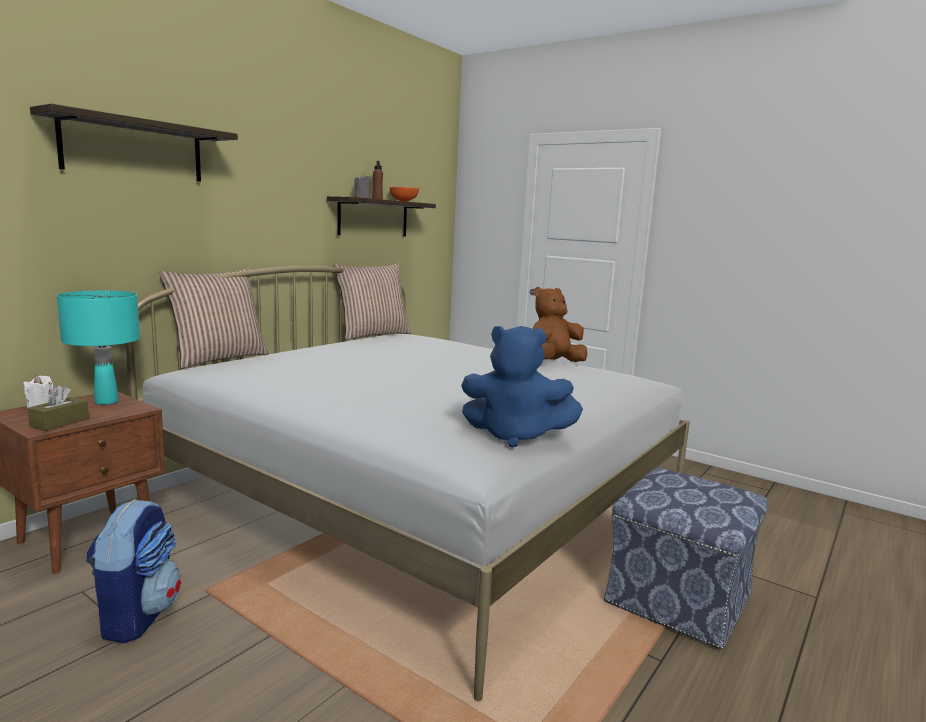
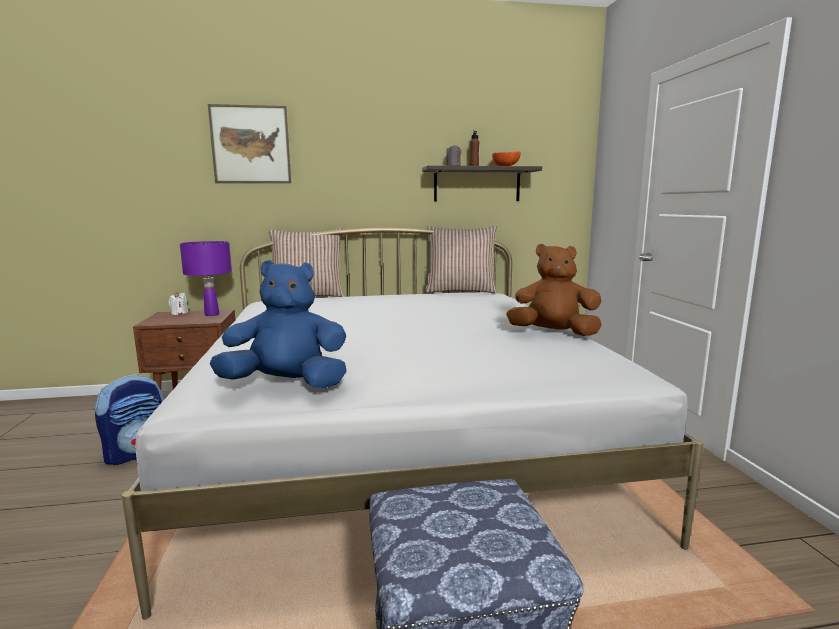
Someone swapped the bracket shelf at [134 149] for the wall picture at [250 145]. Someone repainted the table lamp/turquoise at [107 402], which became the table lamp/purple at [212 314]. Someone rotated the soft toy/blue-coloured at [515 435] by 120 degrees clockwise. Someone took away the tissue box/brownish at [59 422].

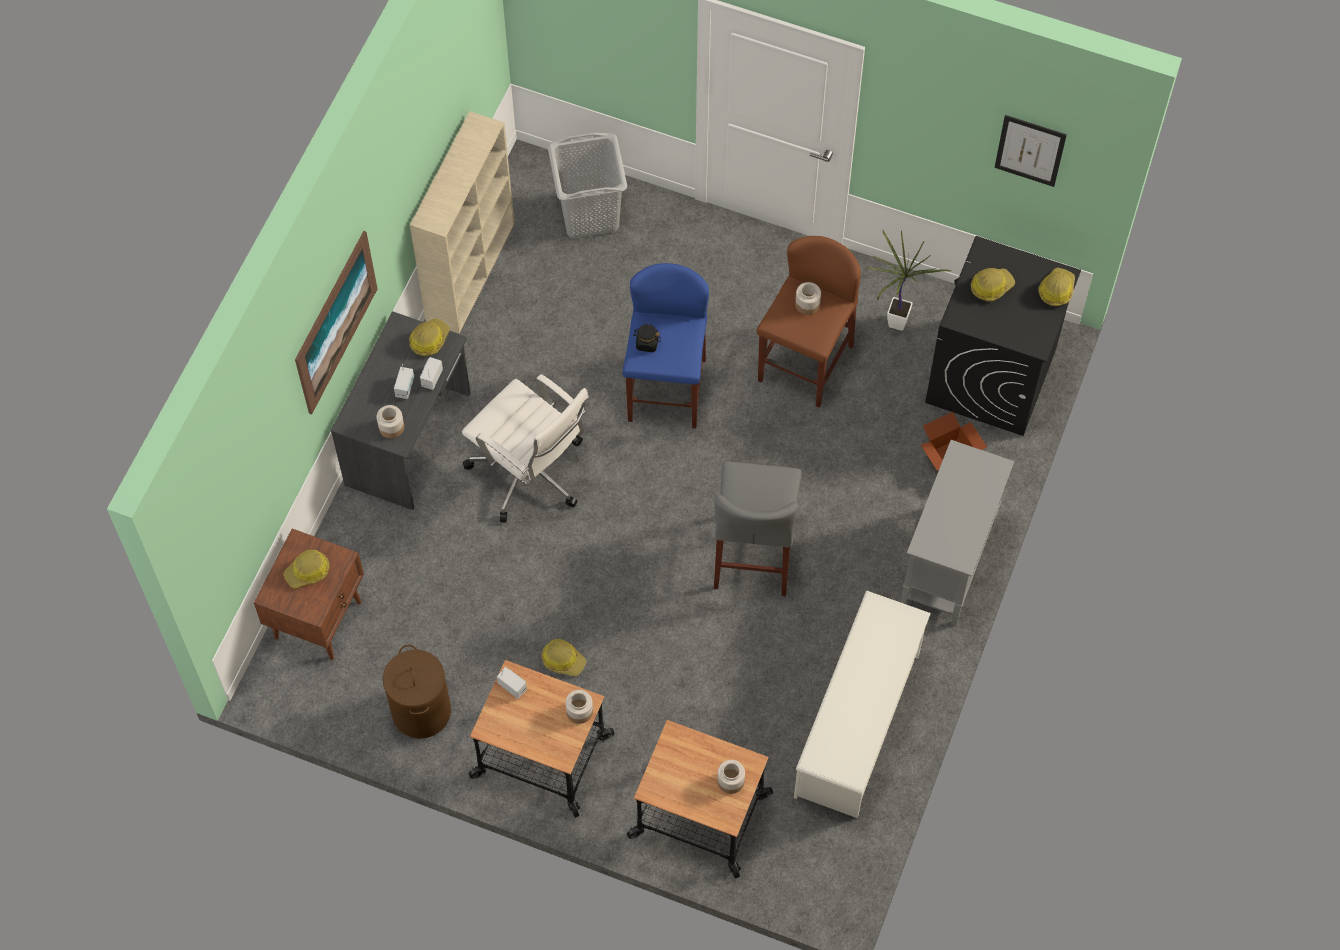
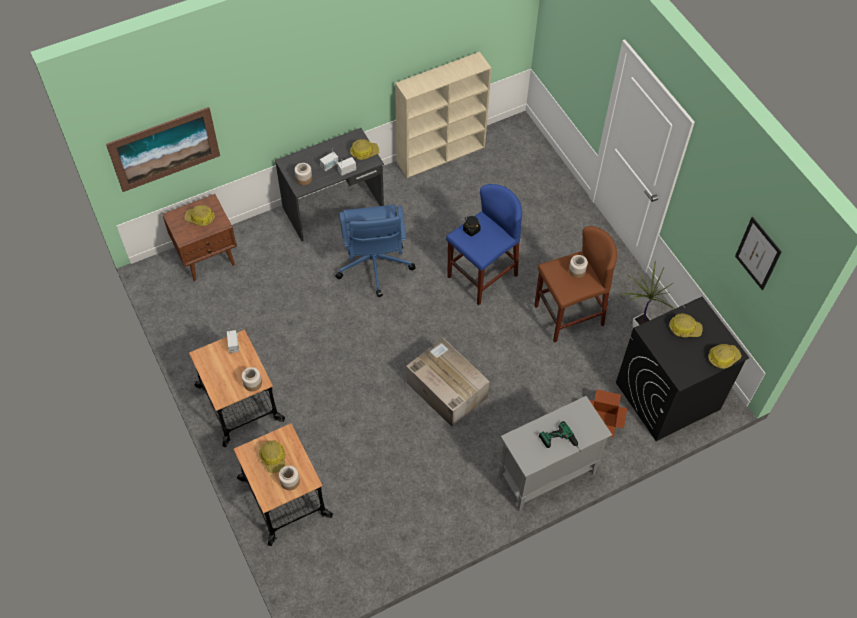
Someone took away the hamper/greyish at [590 213]. Someone carried the wall picture from [336 322] to [164 149]. Someone repainted the computer chair/white at [530 473], which became the computer chair/blue-coloured at [374 266]. Someone swapped the sitting stool/greyish at [753 554] for the packing box at [446 389]. Someone took away the shoe stand/white at [857 725]. Someone carried the hard hat from [563 659] to [273 458]. Someone took away the hamper/brownish at [421 710]. Someone put down the power drill at [561 443].

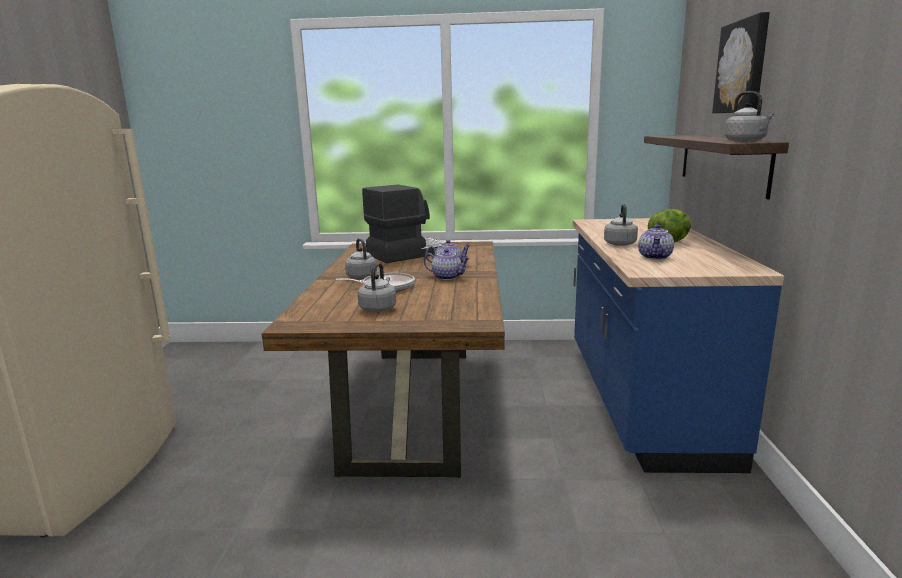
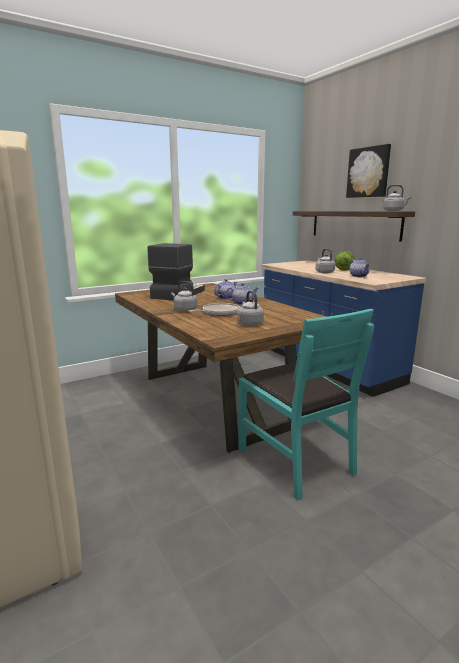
Someone put down the chair/turquoise at [295 460].

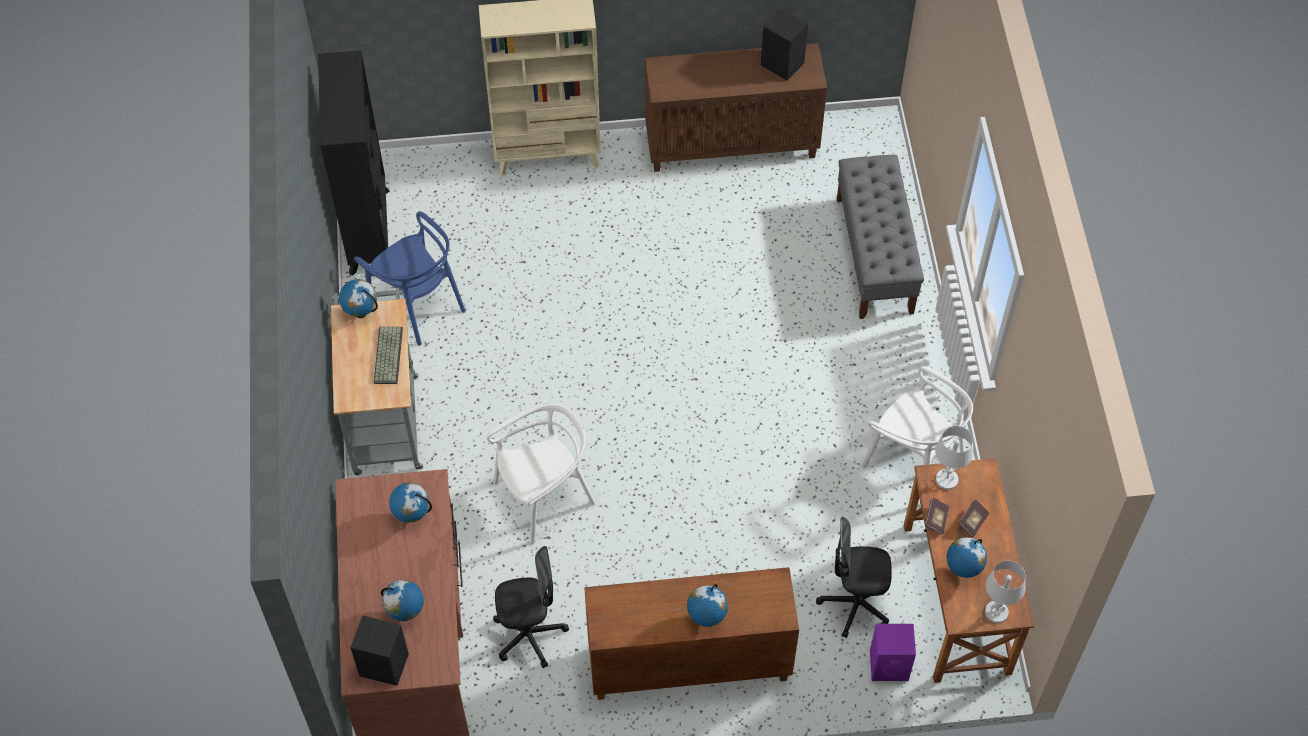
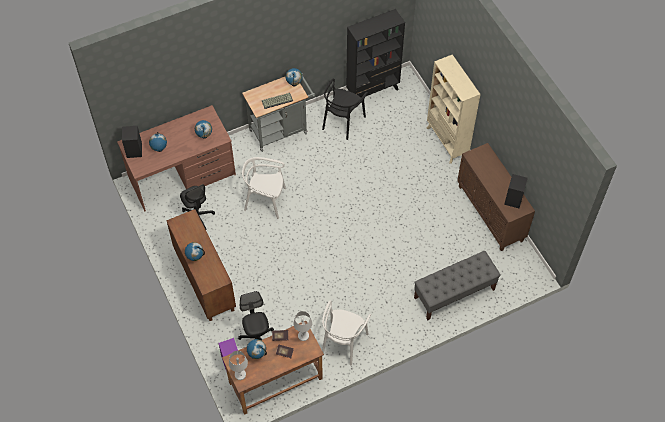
Someone repainted the chair/blue-coloured at [418 305], which became the chair/black-coloured at [342 121]. Someone rotated the chair/white at [544 497] by 150 degrees clockwise.

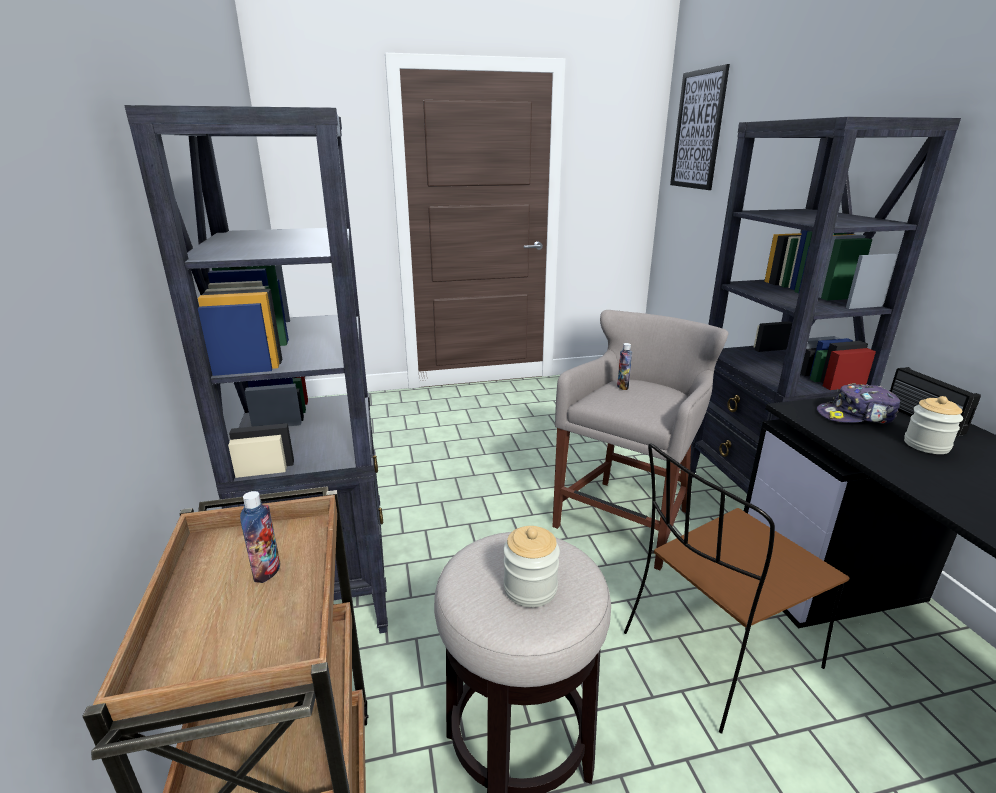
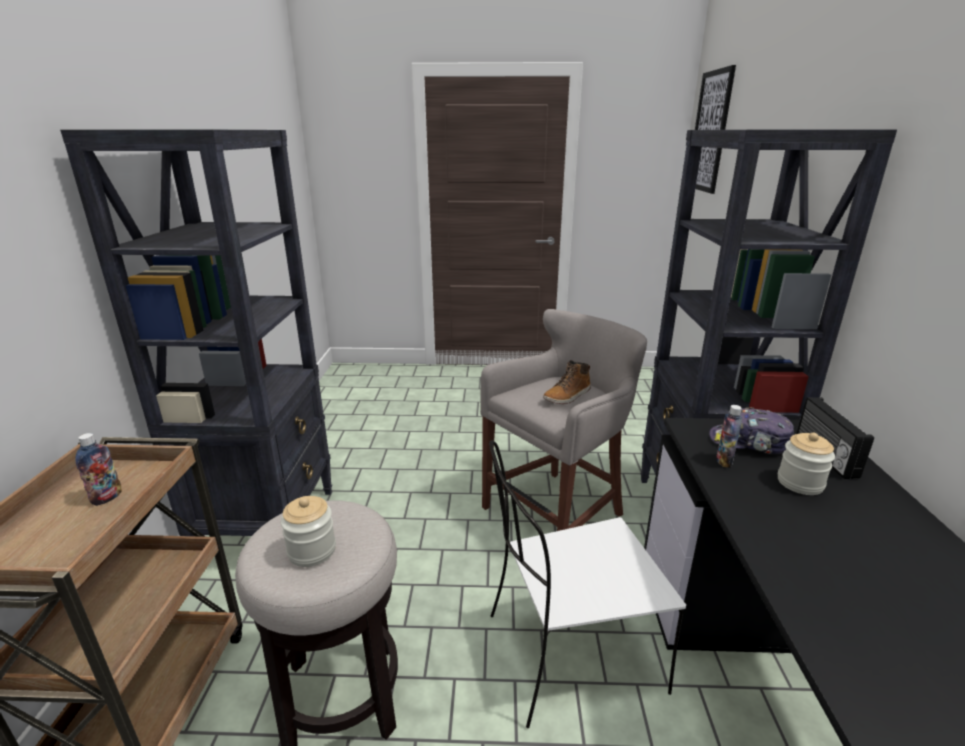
Someone carried the drink bottle from [622 386] to [724 461]. Someone repainted the chair/brownish at [716 652], which became the chair/white at [569 653]. Someone put down the high-top boot at [567 396].

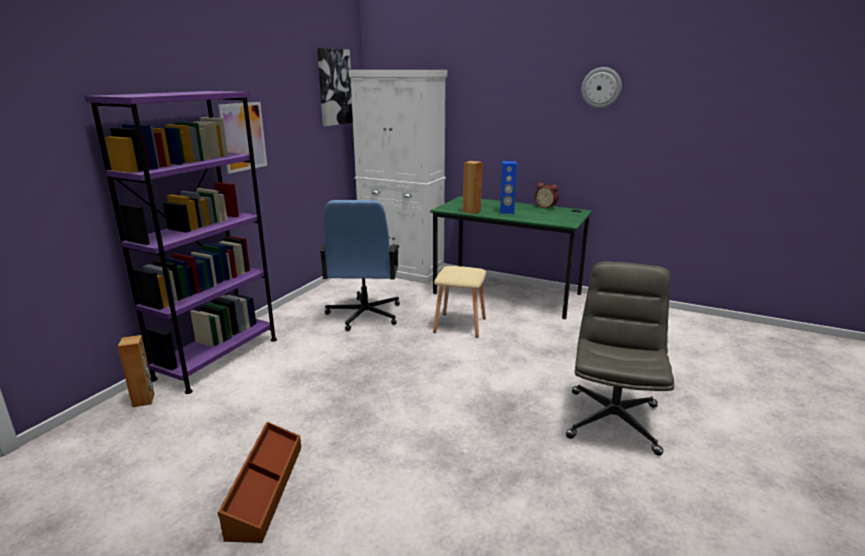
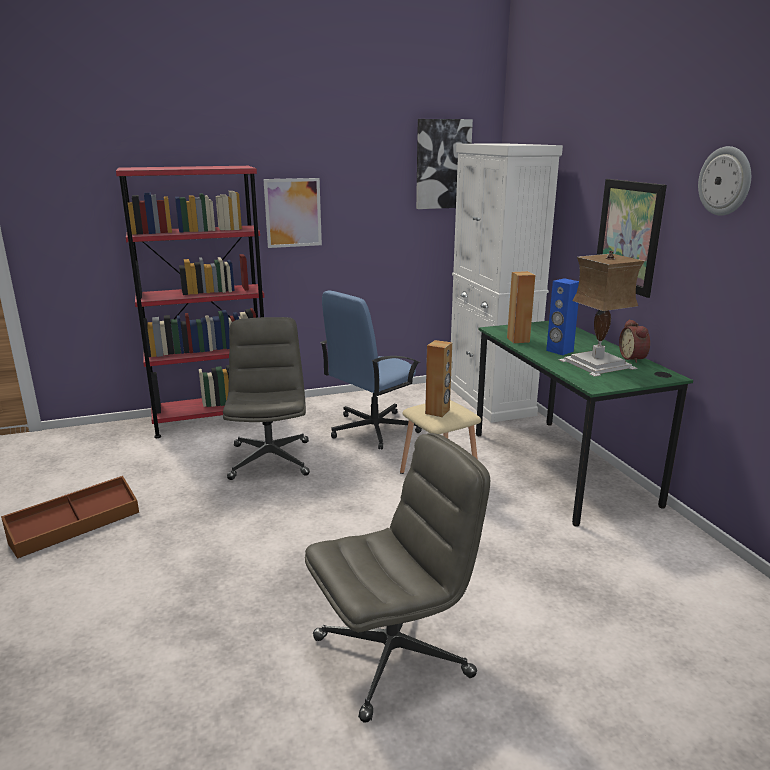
Someone repainted the bookcase/purple at [218 358], which became the bookcase/red-coloured at [213 420]. Someone carried the loudspeaker/brownish from [144 400] to [437 412]. Someone put up the wall picture at [628 236]. Someone put down the table lamp at [599 364]. Someone put down the computer chair/greyish at [270 459].

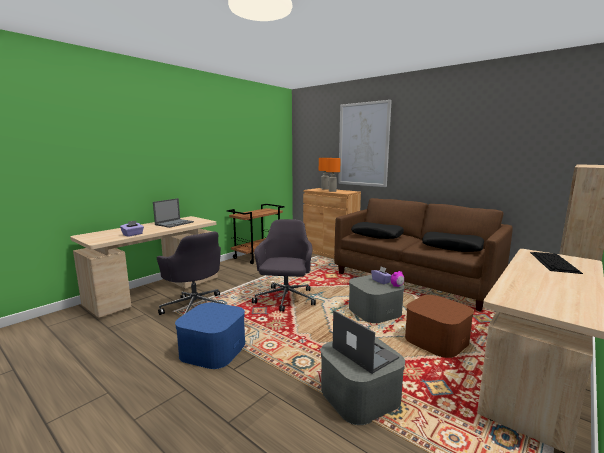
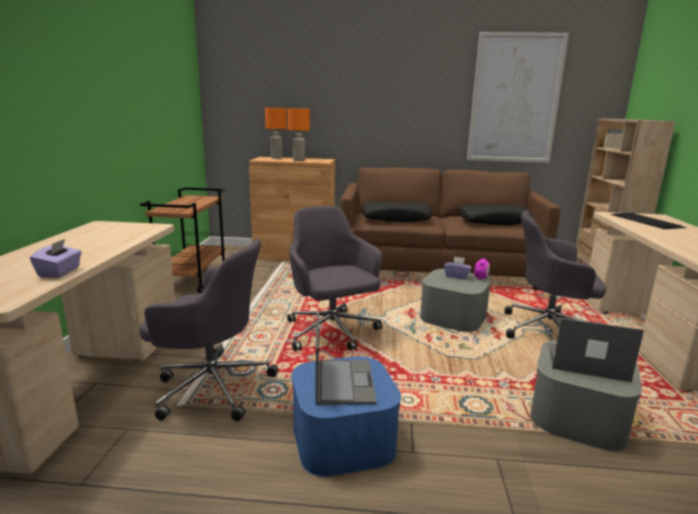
Someone carried the wall picture from [363 144] to [514 99]. Someone carried the laptop from [175 223] to [343 381]. Someone swapped the storage bin/brownish at [436 340] for the computer chair/greyish at [549 330].

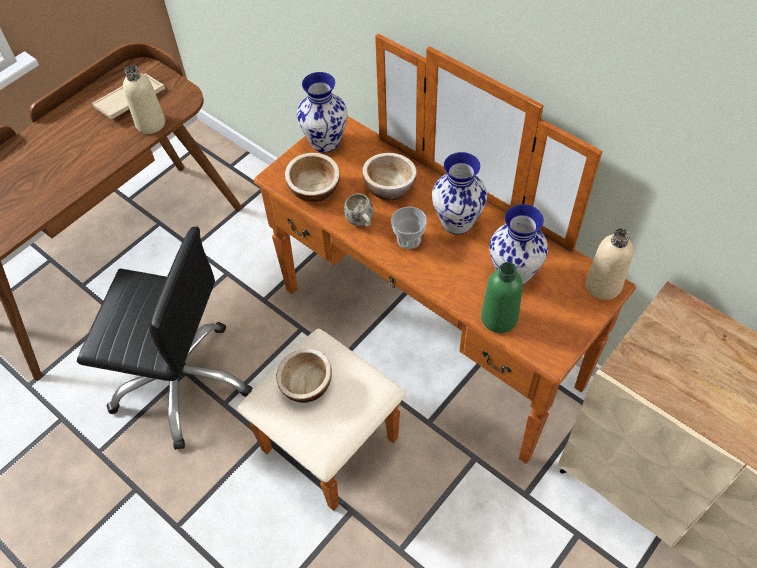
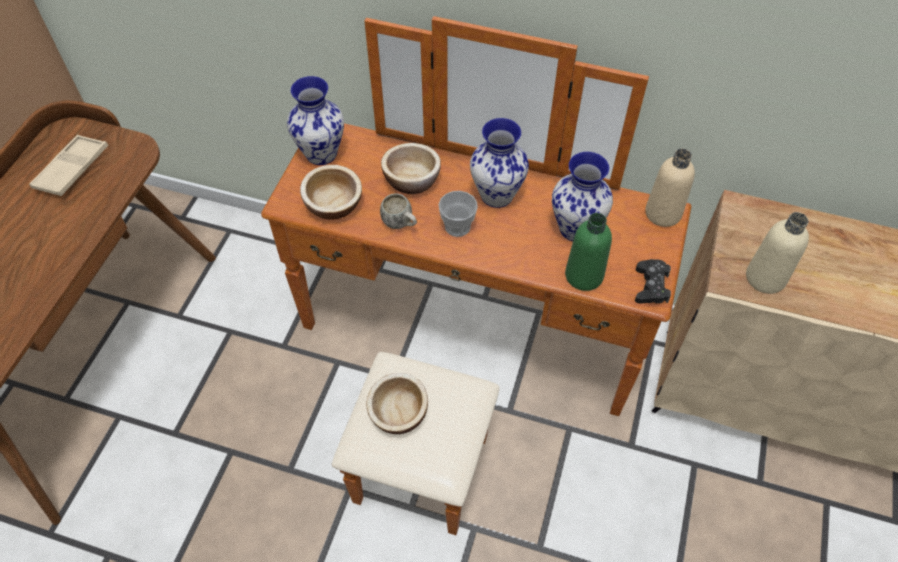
Someone carried the drink bottle/beige from [150 124] to [765 278]. Someone took away the computer chair/black-coloured at [182 381]. Someone put down the gamepad/black-coloured at [651 286].

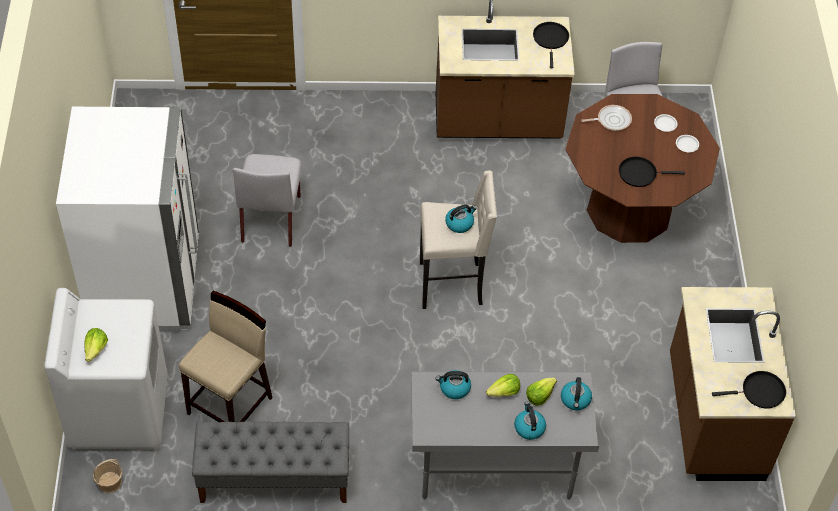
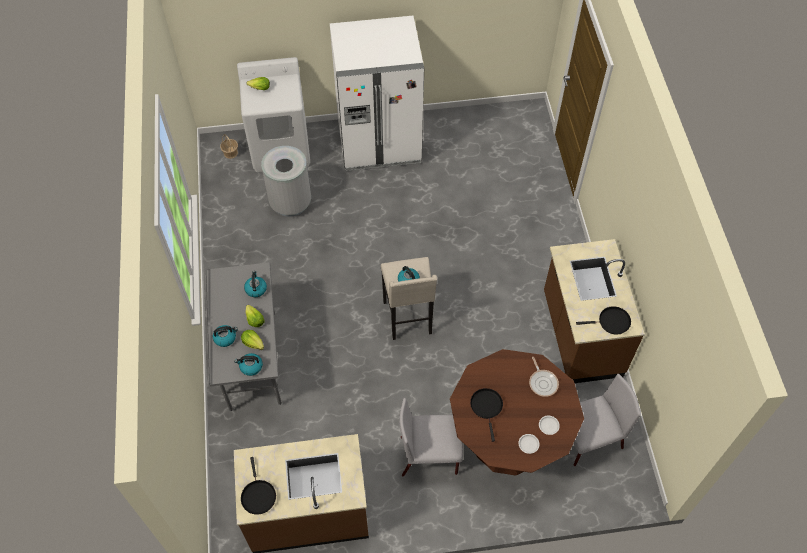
Someone carried the chair/greyish from [271 217] to [430 455]. Someone swapped the sitting stool/beige at [231 405] for the rubbish bin/greyish at [290 203]. Someone took away the bench/greyish at [274 479].

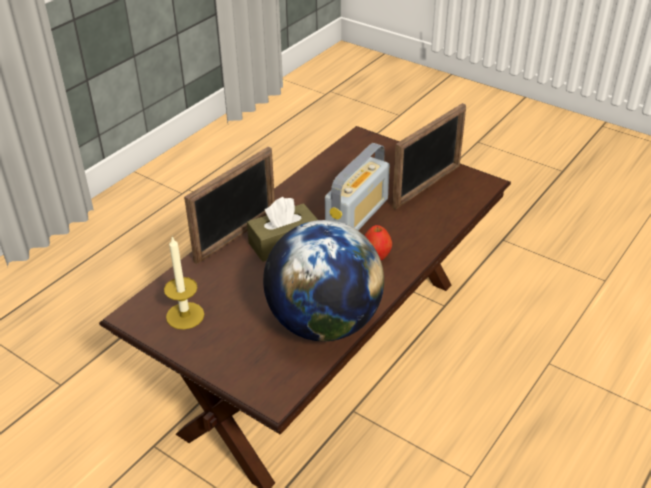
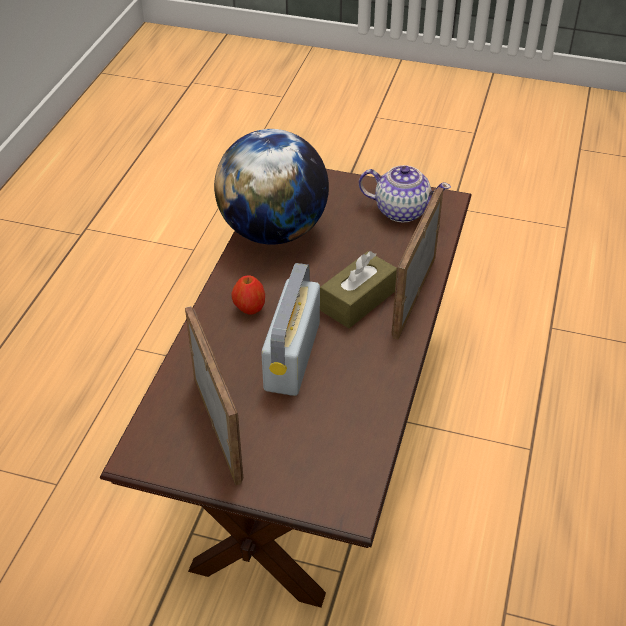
Someone rotated the picture frame at [427 186] by 135 degrees clockwise. Someone swapped the wax light at [185 315] for the tea pot at [401 210].

